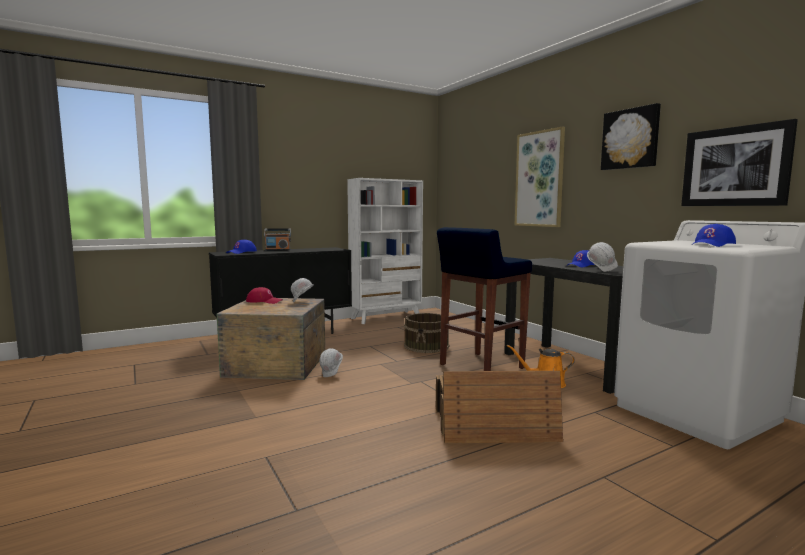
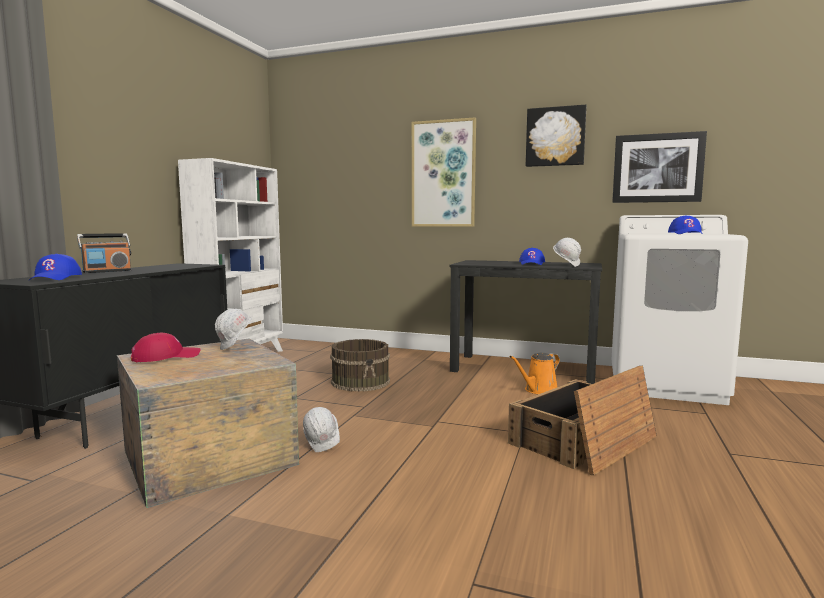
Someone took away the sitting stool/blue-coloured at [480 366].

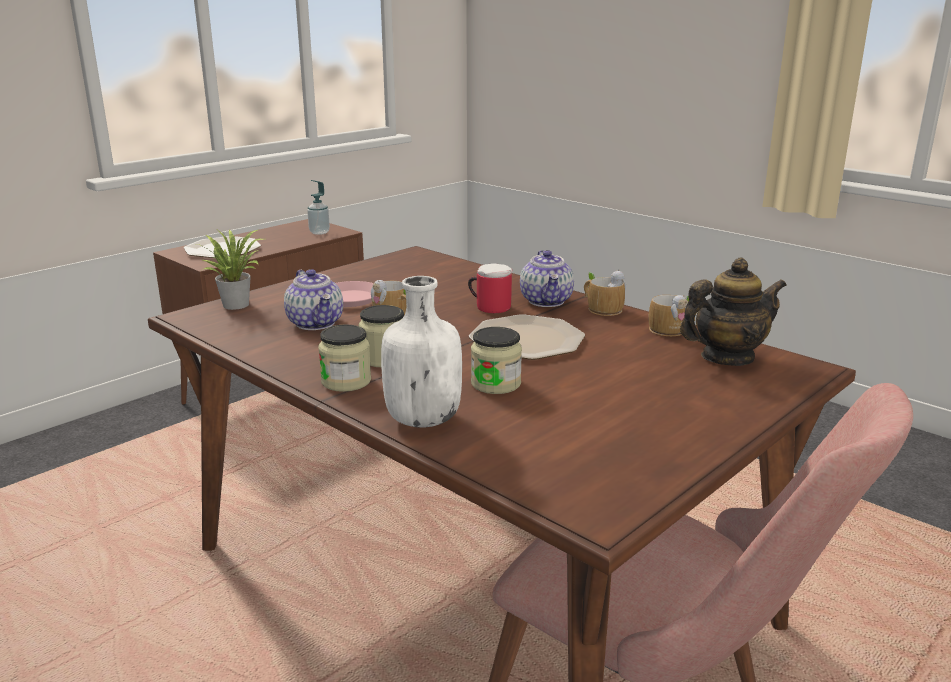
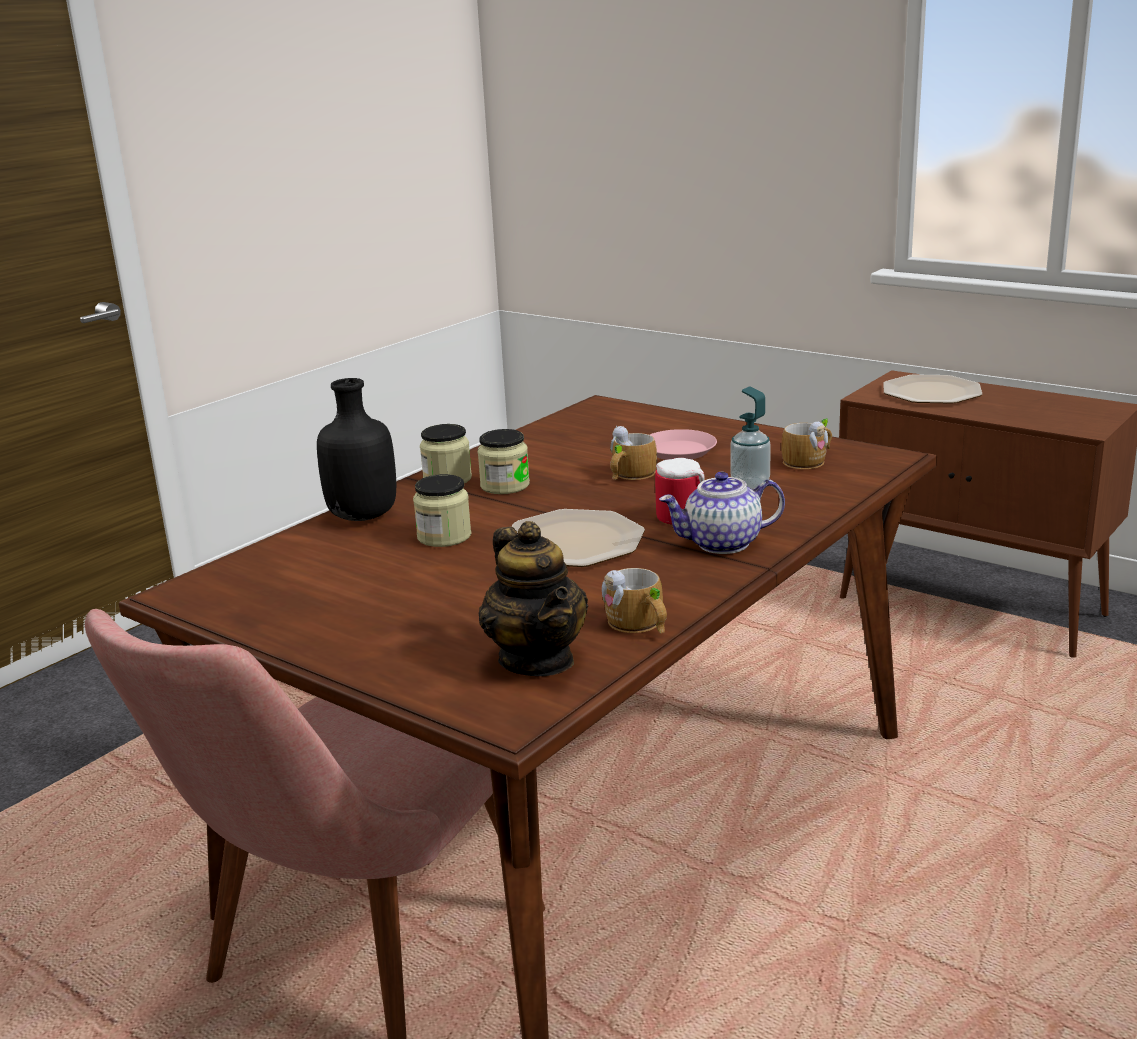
Someone carried the liquid soap bottle from [319 232] to [750 484]. Someone took away the houseplant at [237 304]. Someone took away the tea pot at [316 323]. Someone carried the coffee mug from [601 308] to [809 461]. Someone repainted the drink bottle/white at [422 419], which became the drink bottle/black-coloured at [364 515].

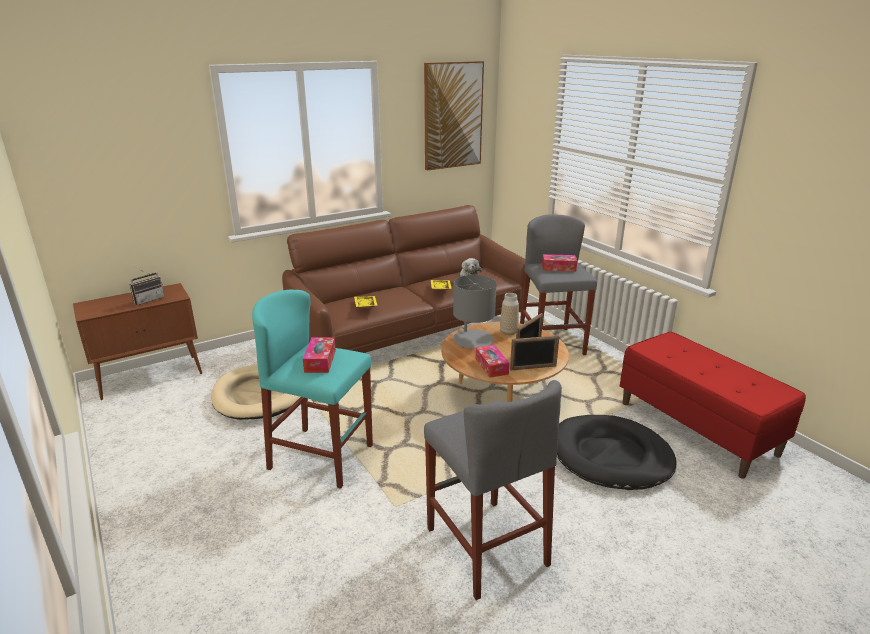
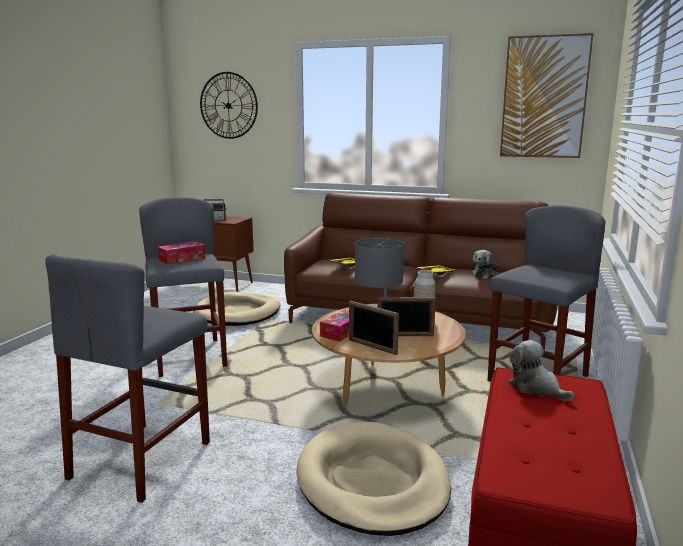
Someone took away the tissue box at [558 268]. Someone repainted the sitting stool/turquoise at [321 457], which became the sitting stool/greyish at [189 357]. Someone repainted the pet bed/black-coloured at [611 456], which became the pet bed/beige at [372 482]. Someone put up the wall clock at [228 105]. Someone put down the soft toy at [536 388].

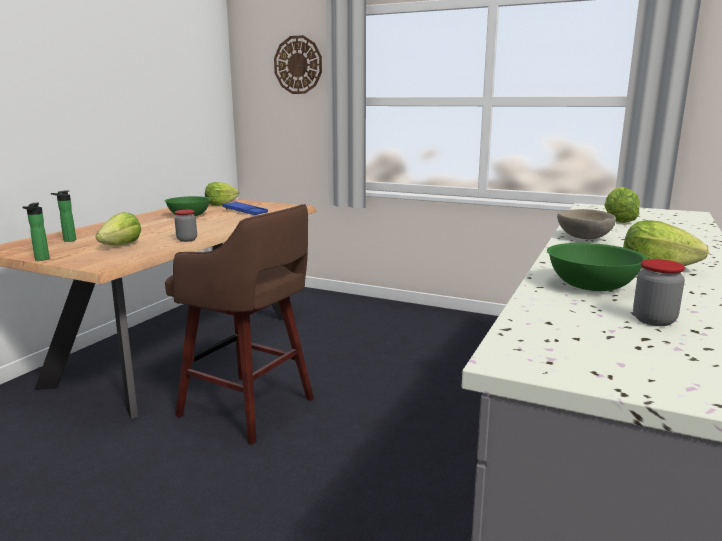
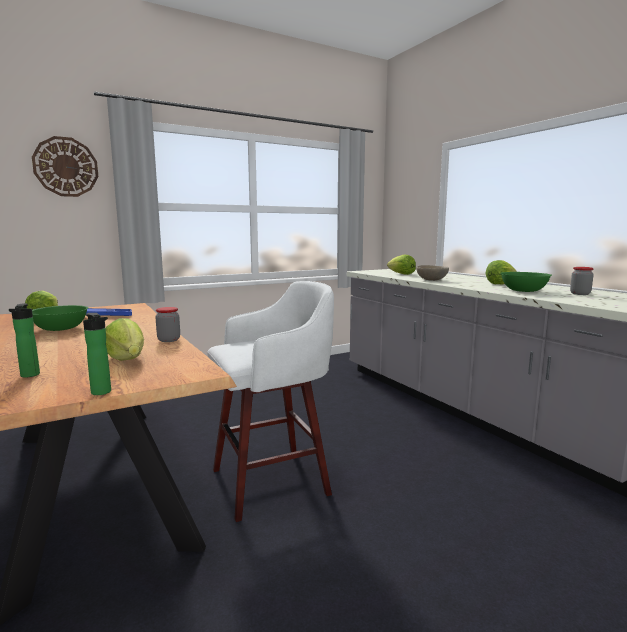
Someone repainted the sitting stool/brownish at [250 409], which became the sitting stool/white at [274 481].

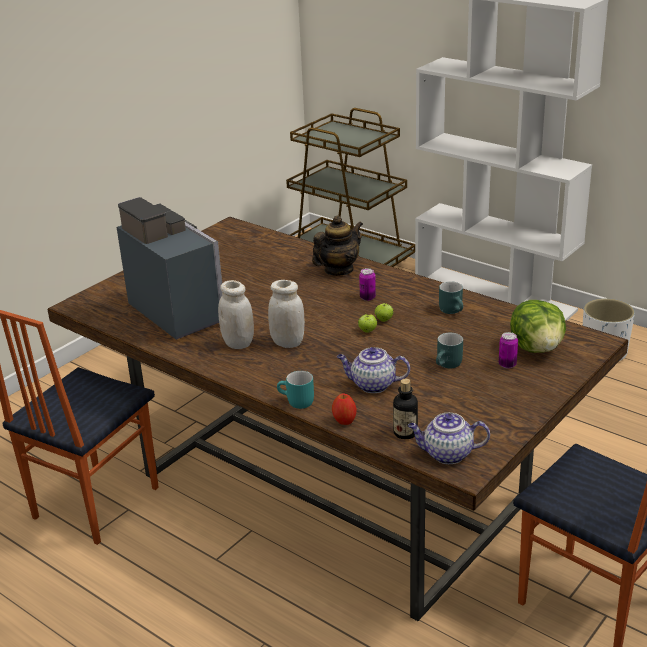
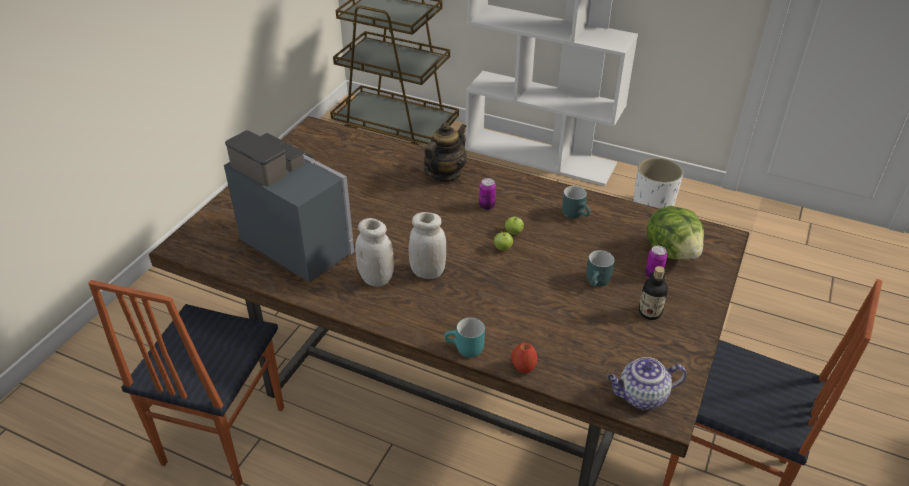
Someone took away the tea pot at [372 385]. Someone carried the drink bottle from [405 433] to [649 313].

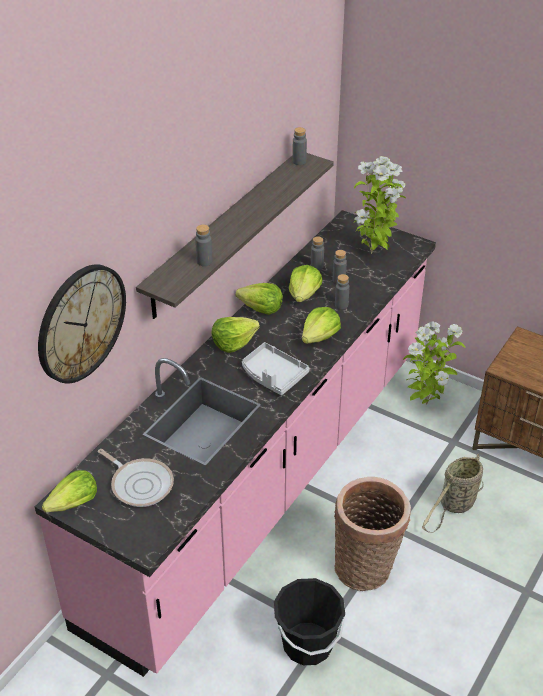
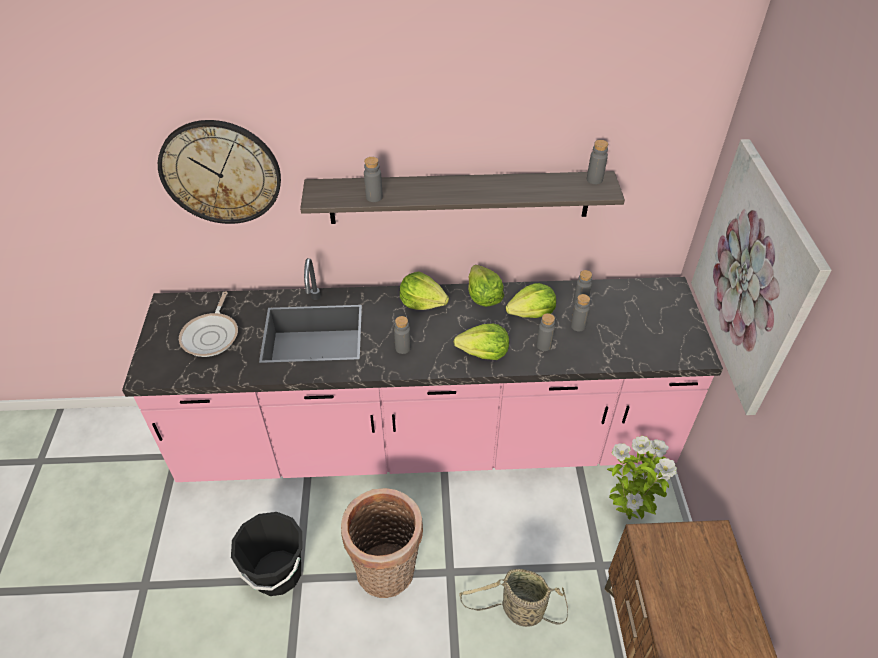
Someone took away the houseplant at [373 253]. Someone swapped the serving tray/greyish at [273 375] for the drink bottle/greyish at [403 348]. Someone took away the lettuce head at [74 503]. Someone put up the wall picture at [753 277].

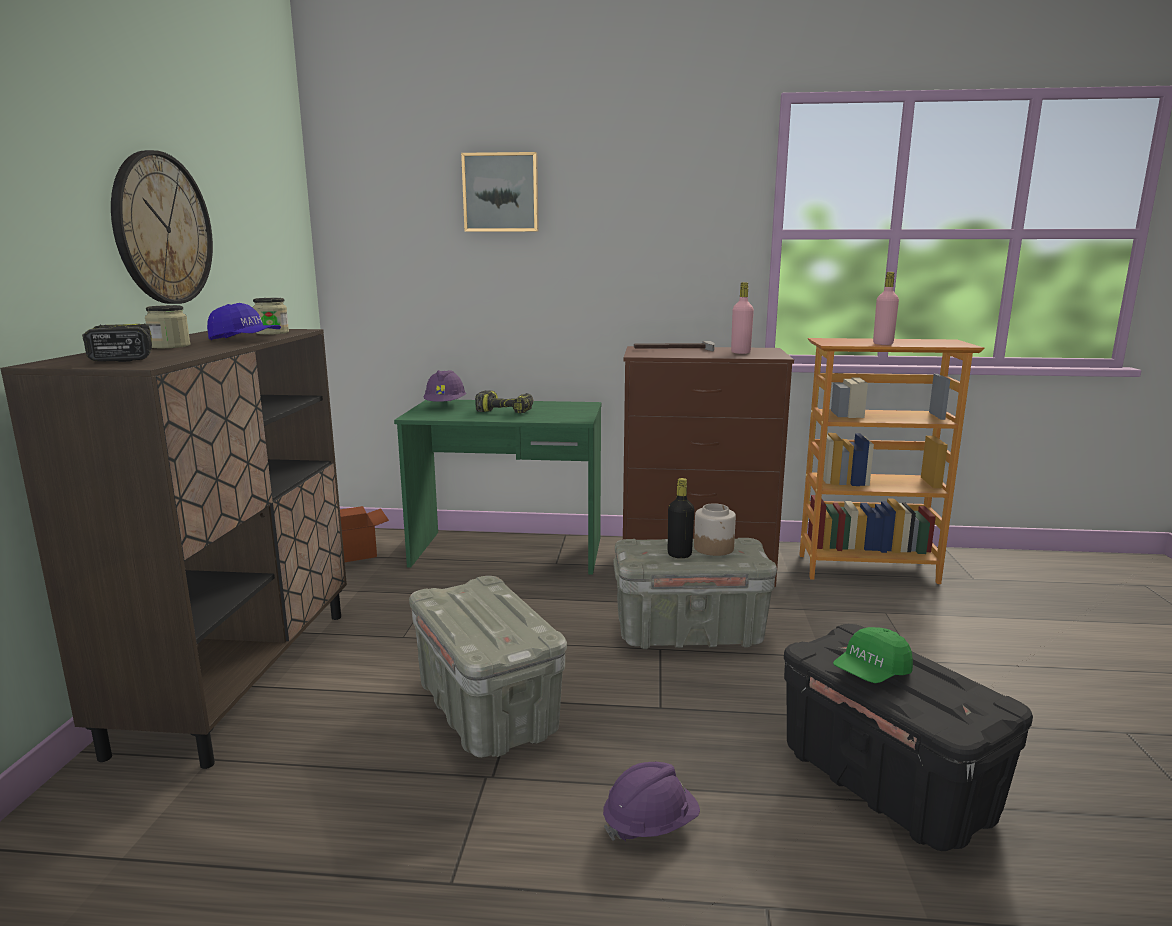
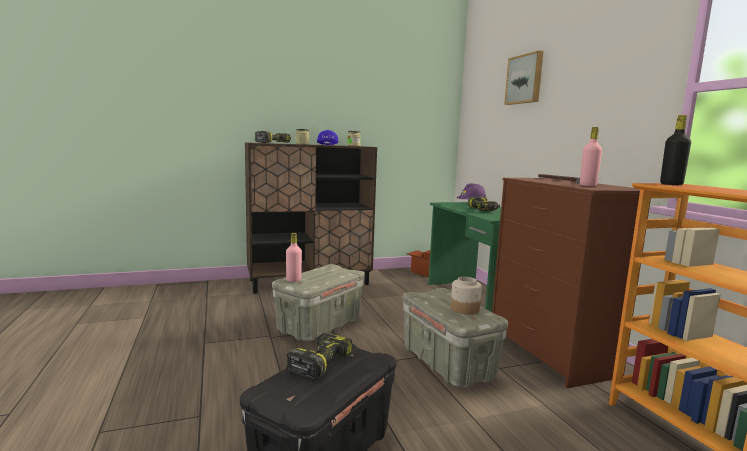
Someone took away the wall clock at [162 229]. Someone carried the drink bottle/pink-coloured from [883 344] to [293 280]. Someone carried the drink bottle/black-coloured from [679 555] to [671 184]. Someone swapped the baseball cap/greenish at [871 673] for the power drill at [319 363]. Someone took away the hard hat/purple at [650 824].

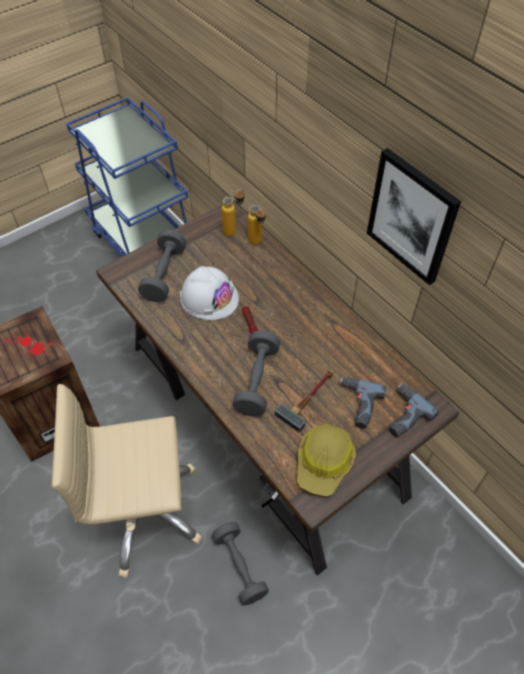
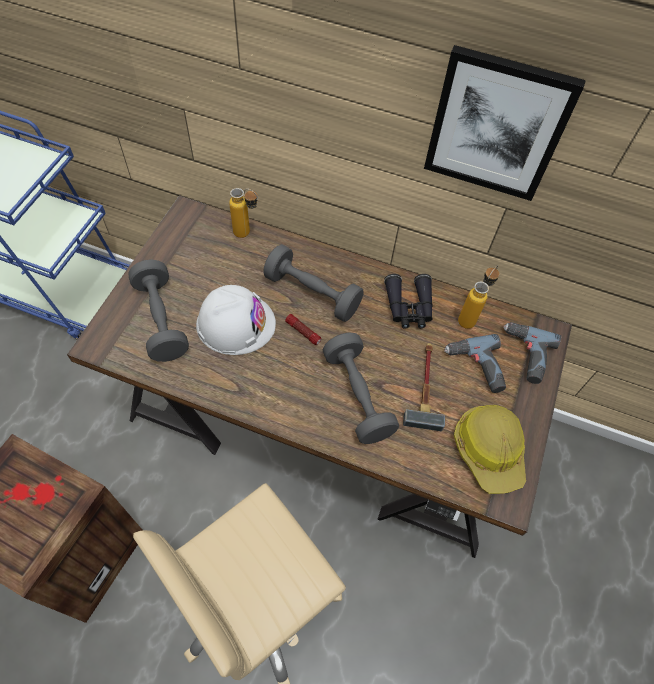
Someone carried the drink bottle from [234 231] to [470 317]. Someone carried the dumbbell/greyish from [240 567] to [312 293]. Someone put down the pair of binoculars/black-coloured at [409 307].

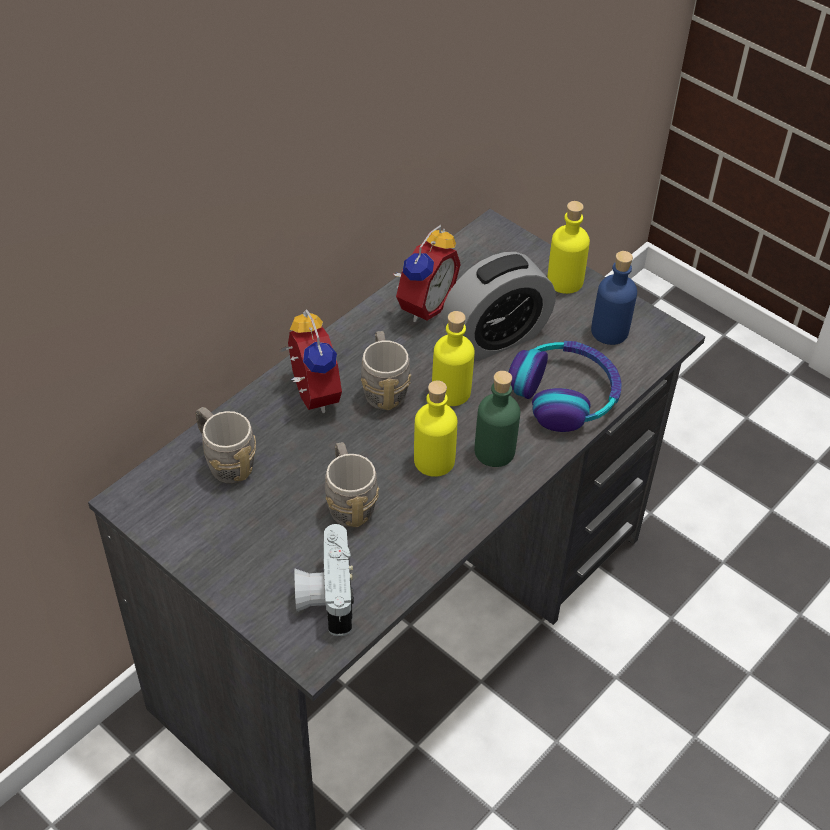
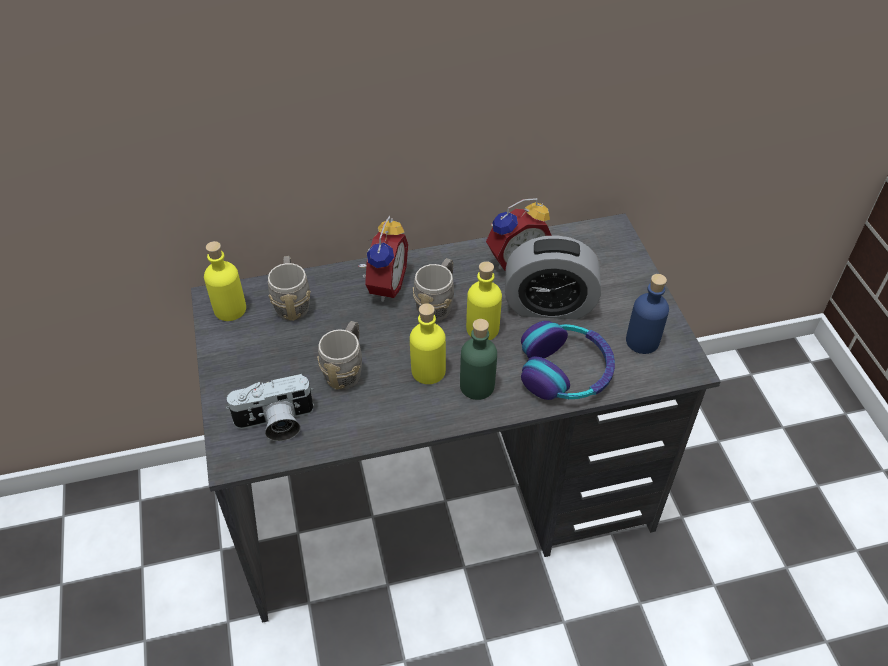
Someone carried the drink bottle/yellowish from [565 281] to [230 309]. Someone rotated the photo camera at [324 594] by 135 degrees counterclockwise.

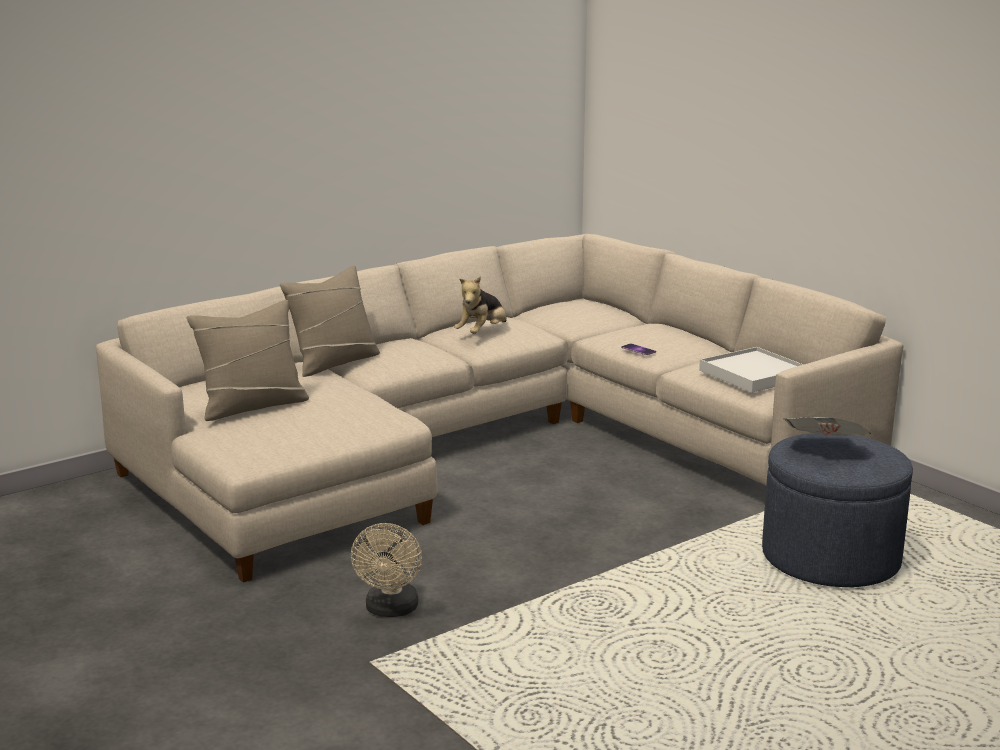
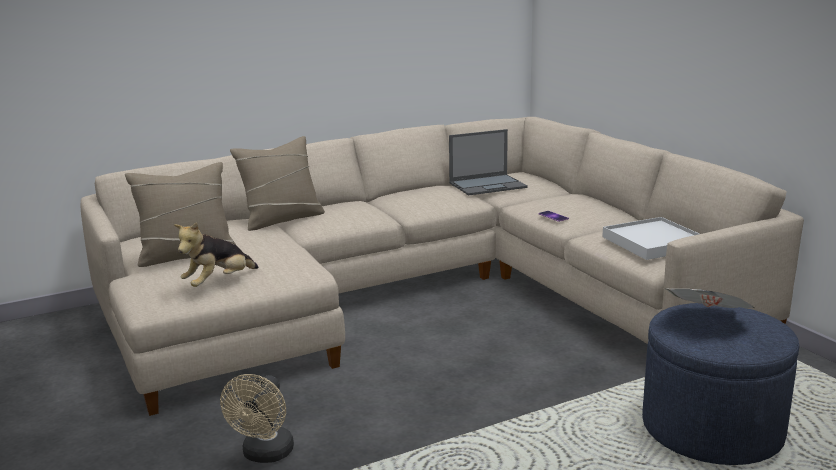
Someone carried the soft toy from [482 333] to [218 283]. Someone put down the laptop at [488 185].

